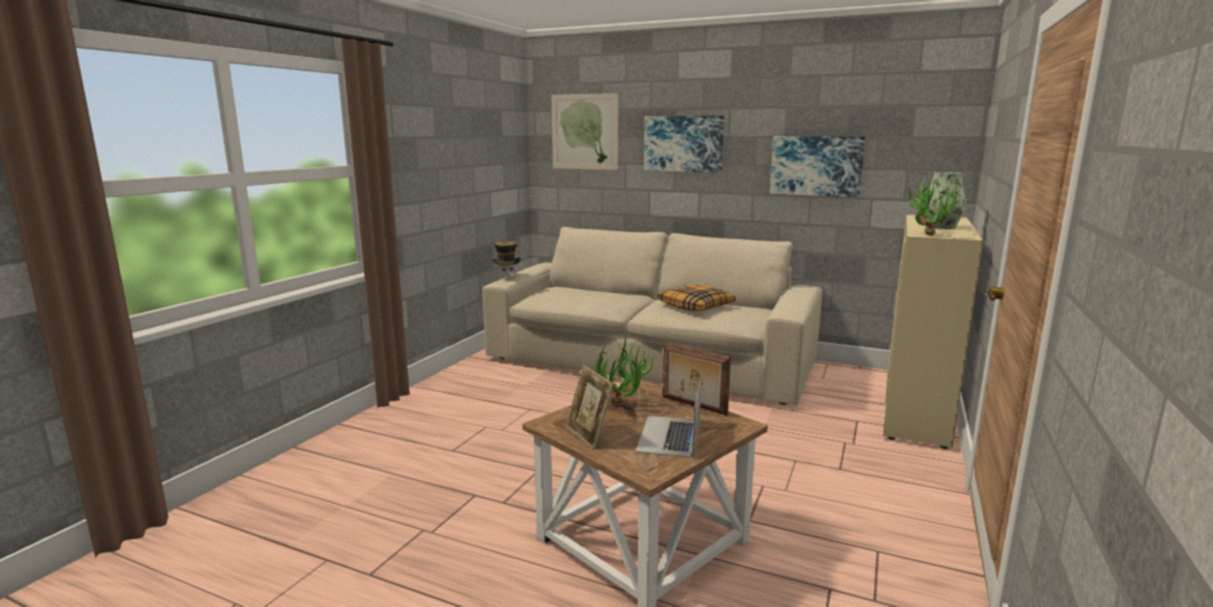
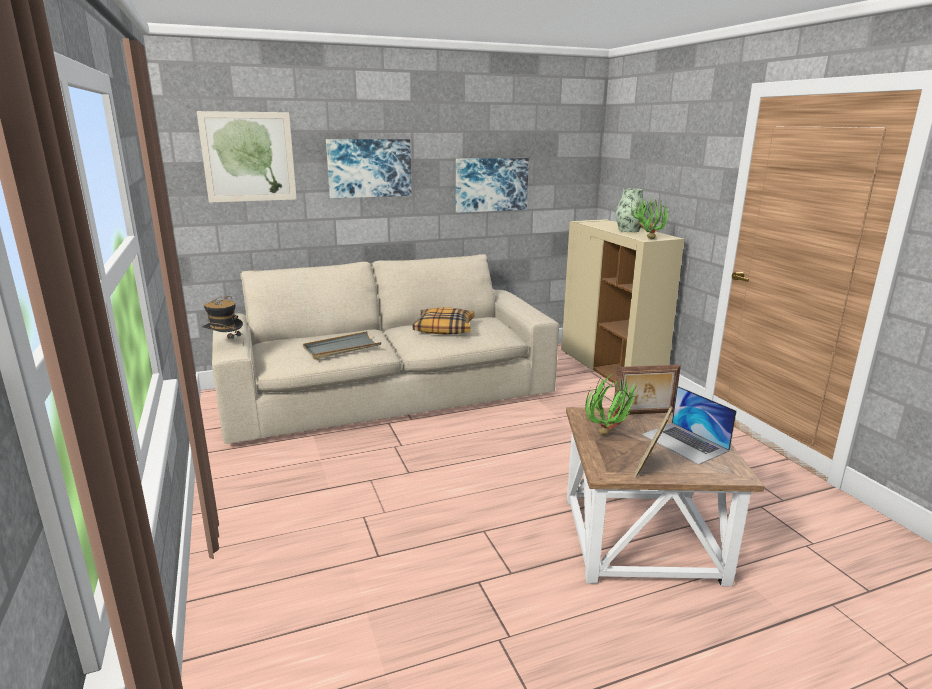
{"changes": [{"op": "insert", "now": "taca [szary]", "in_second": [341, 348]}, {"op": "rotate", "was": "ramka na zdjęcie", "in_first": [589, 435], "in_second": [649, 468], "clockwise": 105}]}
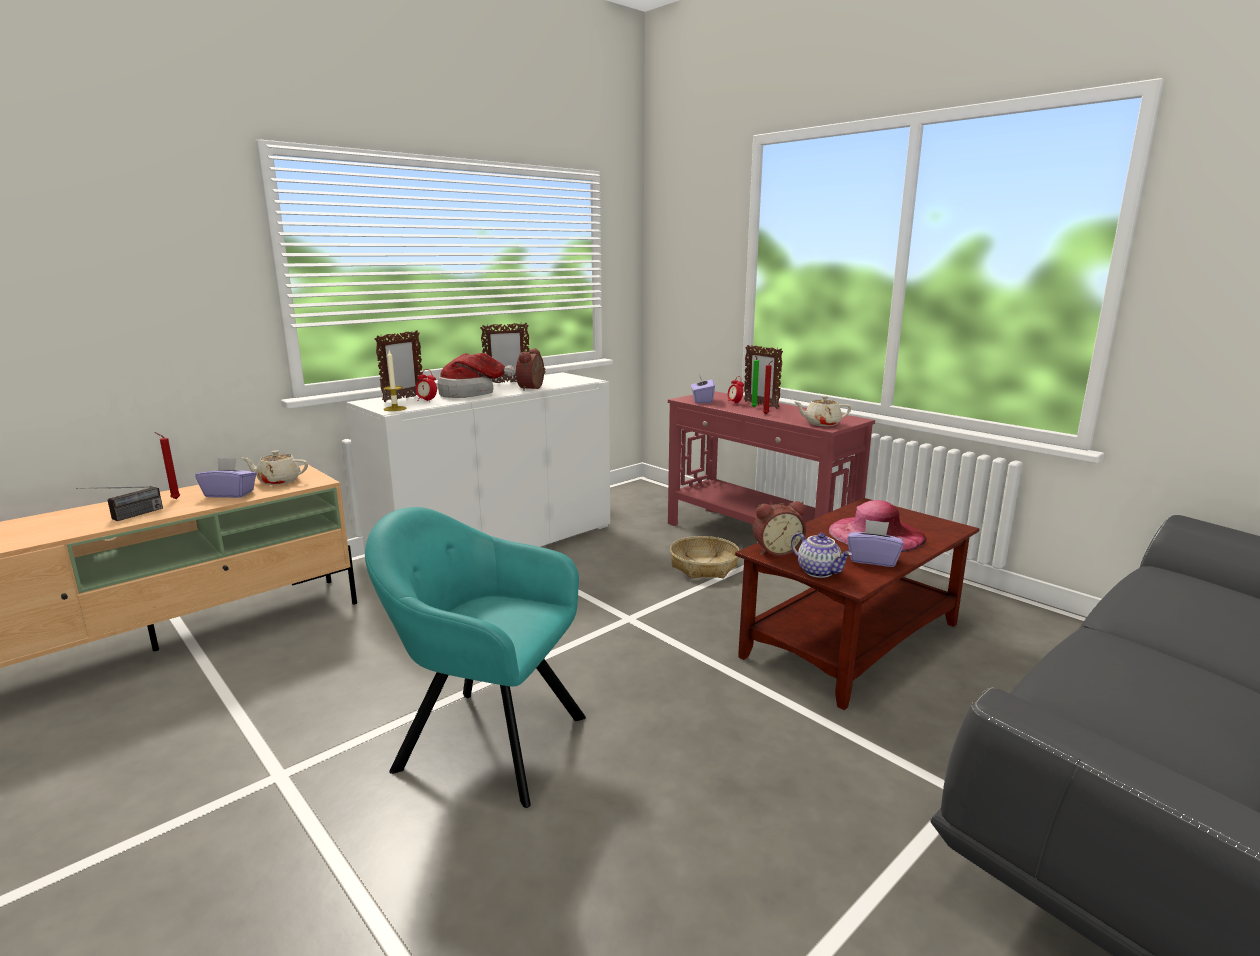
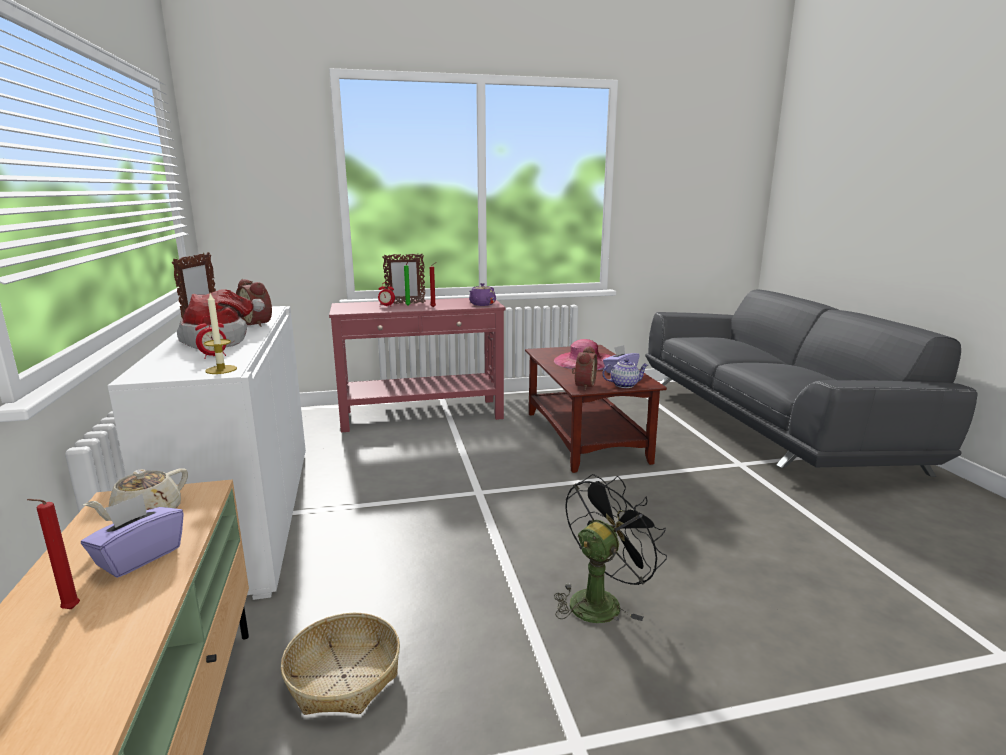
{"changes": [{"op": "move", "was": "koszyk", "in_first": [703, 566], "in_second": [343, 676]}, {"op": "recolor", "was": "imbryk [beżowy]", "now": "imbryk [fioletowy]", "in_first": [821, 423], "in_second": [482, 304]}, {"op": "replace", "was": "fotel [turkusowy]", "now": "wentylator [czarny]", "in_first": [484, 741], "in_second": [600, 600]}, {"op": "delete", "was": "radio", "in_first": [126, 517]}, {"op": "delete", "was": "ramka na zdjęcie", "in_first": [403, 398]}, {"op": "delete", "was": "pudełko chusteczek [fioletowy]", "in_first": [702, 401]}]}
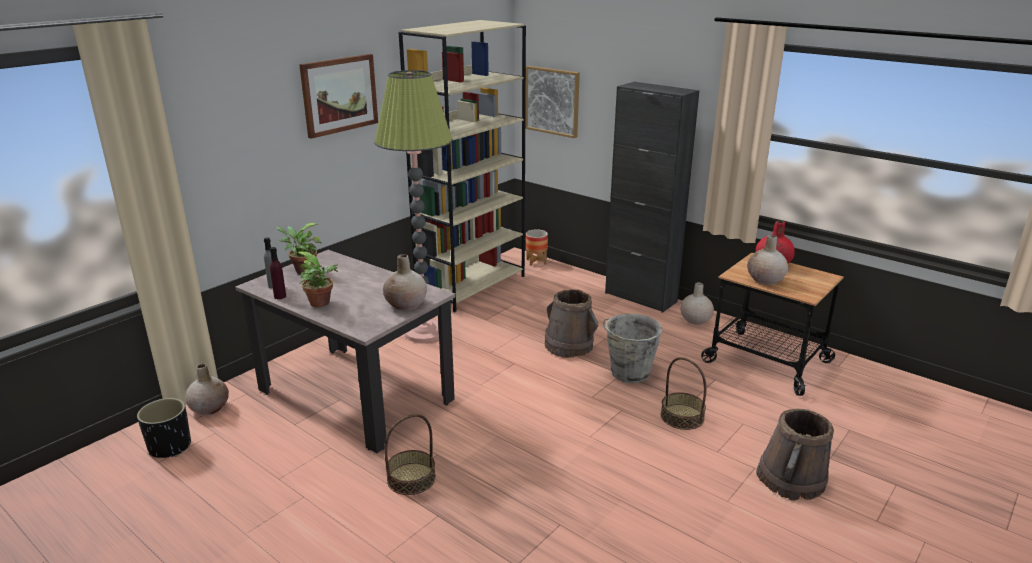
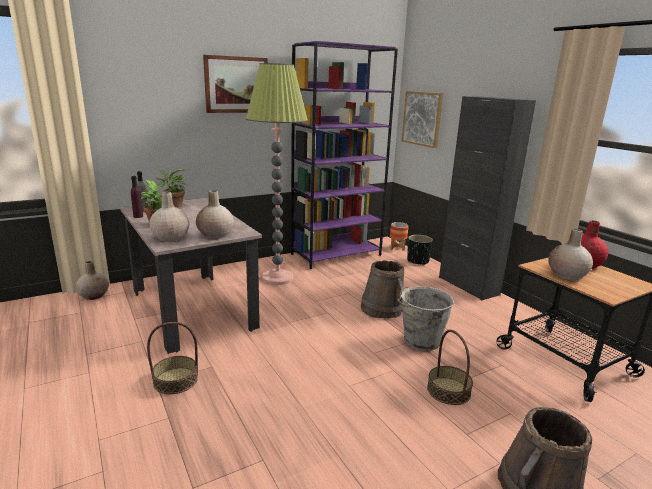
{"changes": [{"op": "move", "was": "wazon [beżowy]", "in_first": [695, 320], "in_second": [170, 238]}, {"op": "recolor", "was": "regał [beżowy]", "now": "regał [fioletowy]", "in_first": [471, 285], "in_second": [336, 254]}, {"op": "move", "was": "donica [czarny]", "in_first": [170, 447], "in_second": [418, 261]}]}
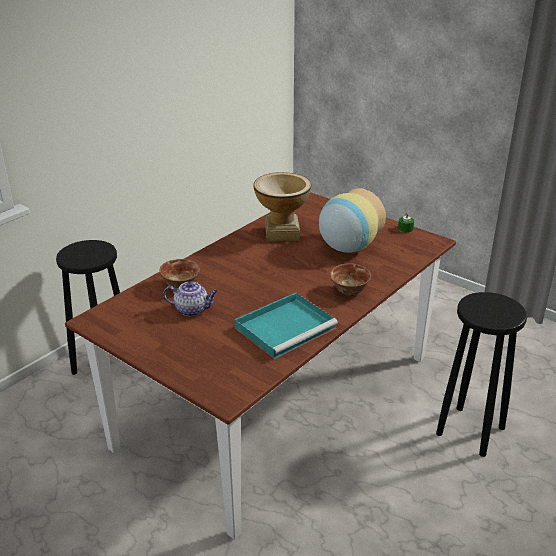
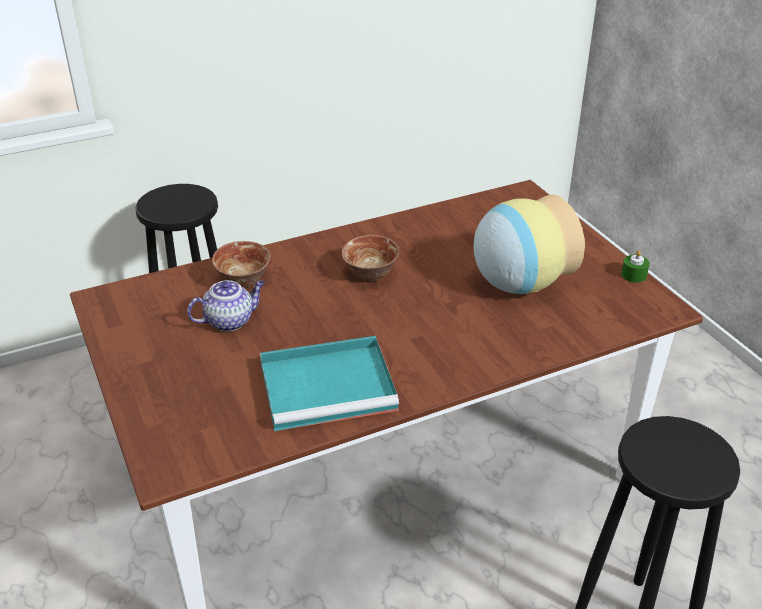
{"changes": [{"op": "rotate", "was": "imbryk", "in_first": [192, 310], "in_second": [230, 320], "clockwise": -60}, {"op": "move", "was": "miska", "in_first": [350, 291], "in_second": [371, 274]}, {"op": "delete", "was": "wazon", "in_first": [282, 233]}]}
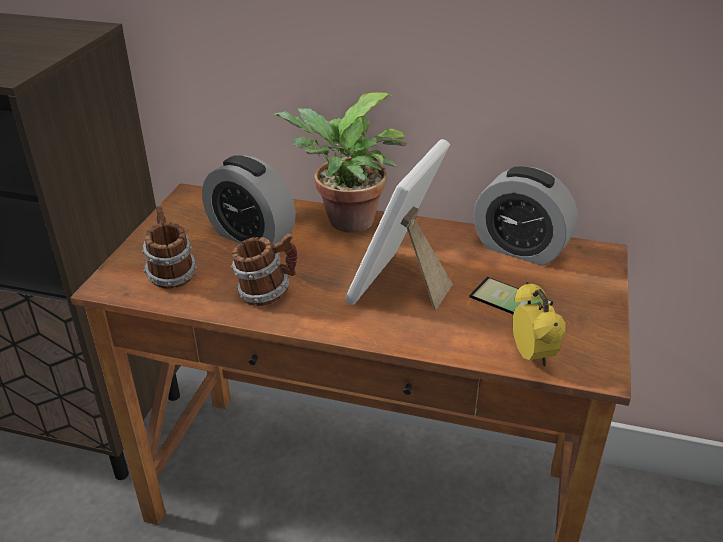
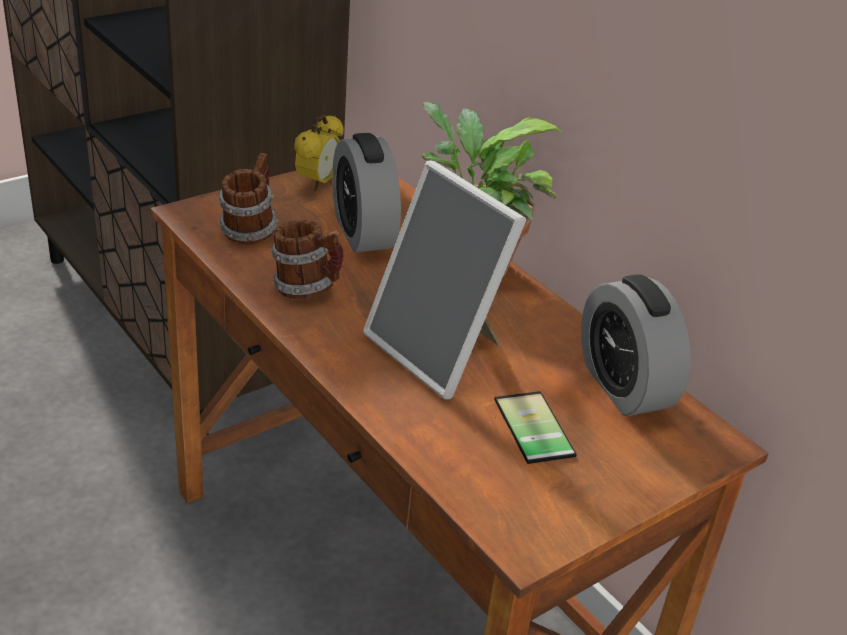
{"changes": [{"op": "move", "was": "budzik", "in_first": [532, 356], "in_second": [318, 183]}, {"op": "rotate", "was": "ramka na zdjęcie", "in_first": [401, 286], "in_second": [439, 351], "clockwise": -105}]}
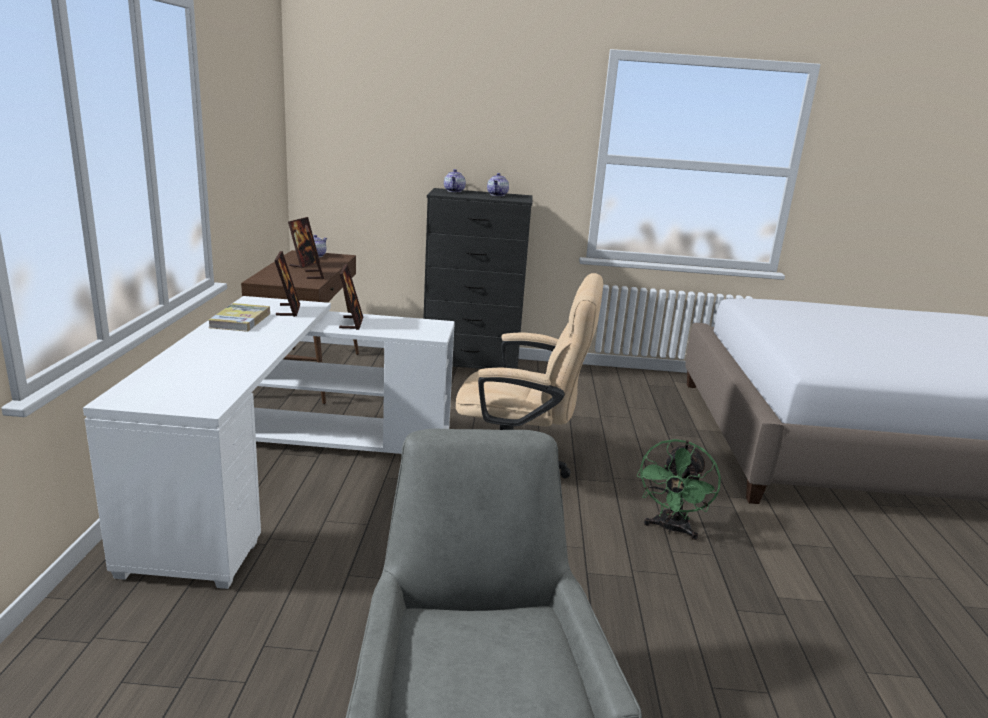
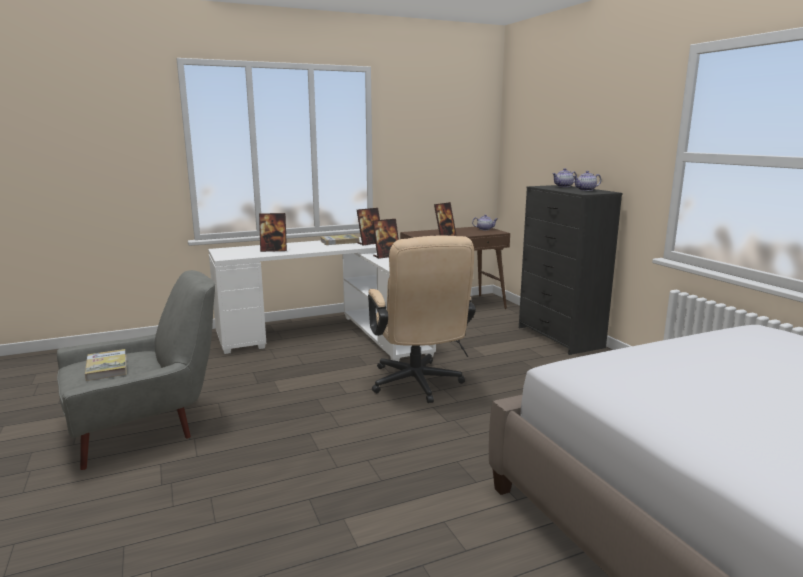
{"changes": [{"op": "insert", "now": "książka", "in_second": [107, 367]}, {"op": "move", "was": "ramka na zdjęcie", "in_first": [304, 264], "in_second": [274, 250]}, {"op": "delete", "was": "wentylator [zielony]", "in_first": [670, 529]}]}
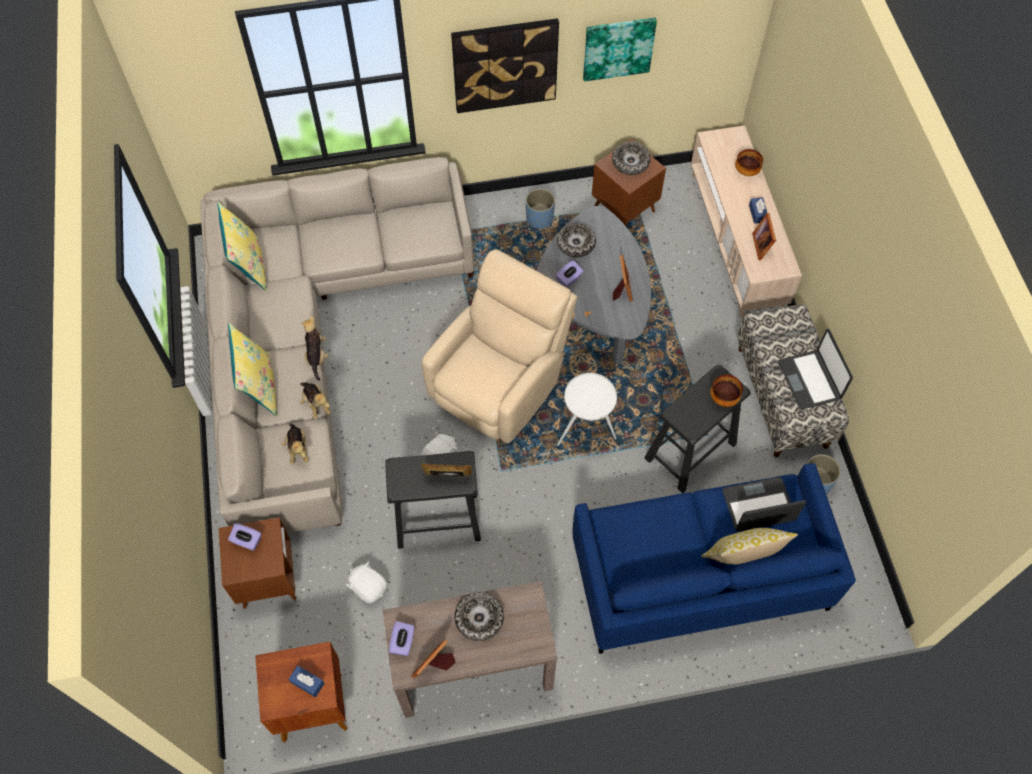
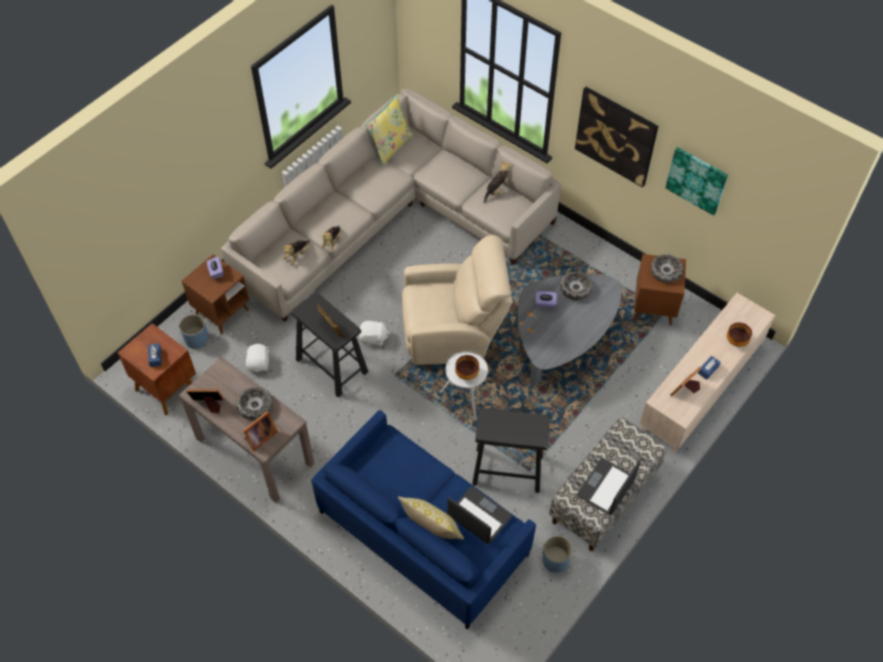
{"changes": [{"op": "move", "was": "donica [niebieski]", "in_first": [539, 219], "in_second": [197, 339]}, {"op": "move", "was": "ramka na zdjęcie", "in_first": [622, 289], "in_second": [259, 437]}, {"op": "move", "was": "miska", "in_first": [724, 398], "in_second": [467, 374]}, {"op": "move", "was": "pluszak", "in_first": [316, 356], "in_second": [497, 190]}, {"op": "delete", "was": "poduszka [żółty]", "in_first": [259, 386]}, {"op": "delete", "was": "pudełko chusteczek [fioletowy]", "in_first": [403, 642]}]}
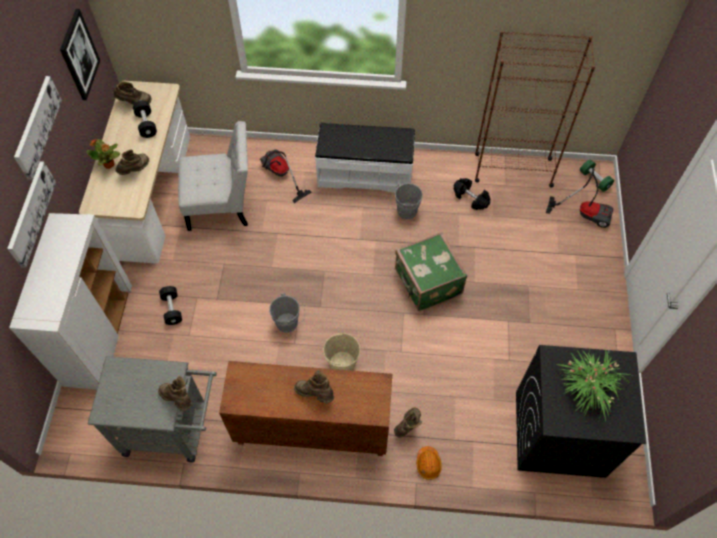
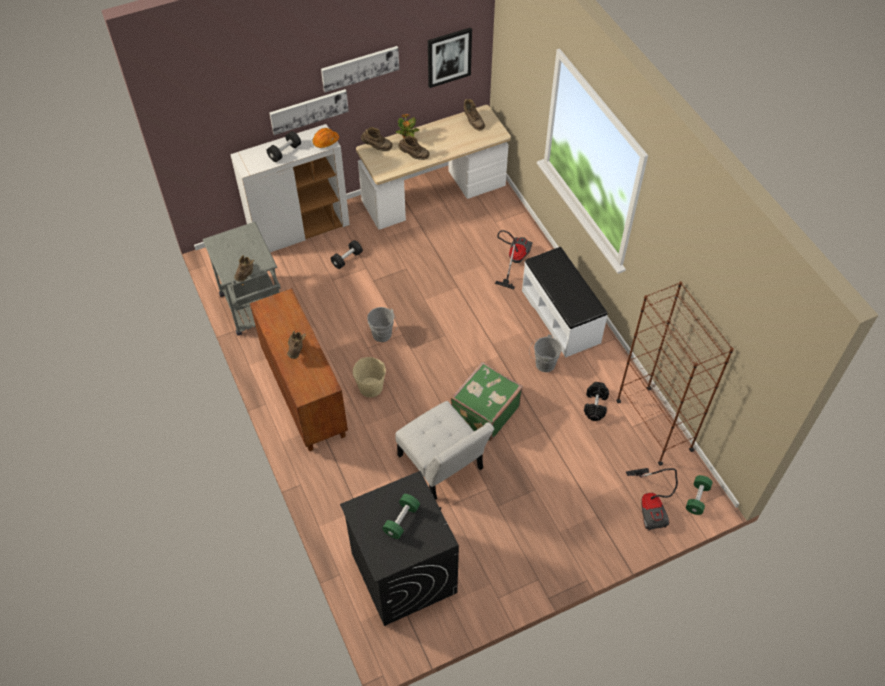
{"changes": [{"op": "move", "was": "hantel [czarny]", "in_first": [146, 124], "in_second": [284, 152]}, {"op": "move", "was": "kask [pomarańczowy]", "in_first": [428, 464], "in_second": [325, 141]}, {"op": "move", "was": "but z cholewką [brązowy]", "in_first": [408, 426], "in_second": [377, 147]}, {"op": "replace", "was": "roślina doniczkowa", "now": "hantel [zielony]", "in_first": [588, 387], "in_second": [401, 520]}, {"op": "move", "was": "krzesło [biały]", "in_first": [222, 205], "in_second": [443, 466]}]}
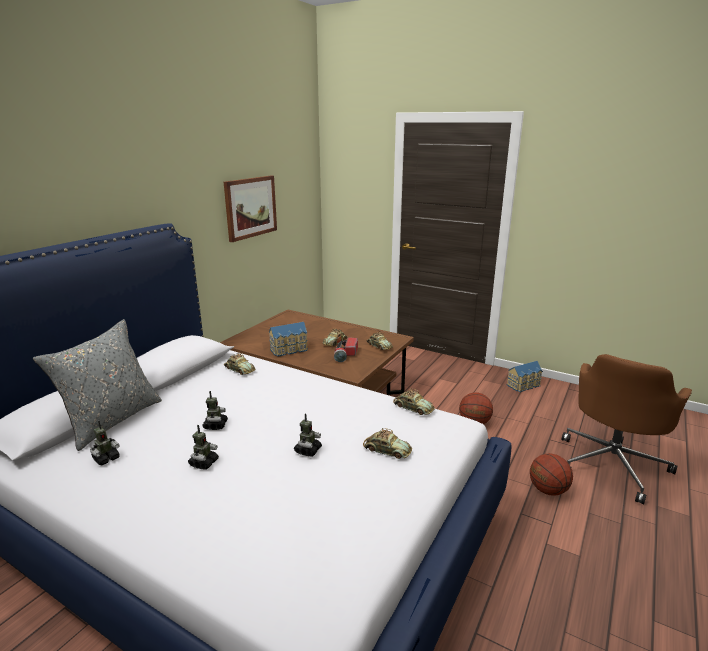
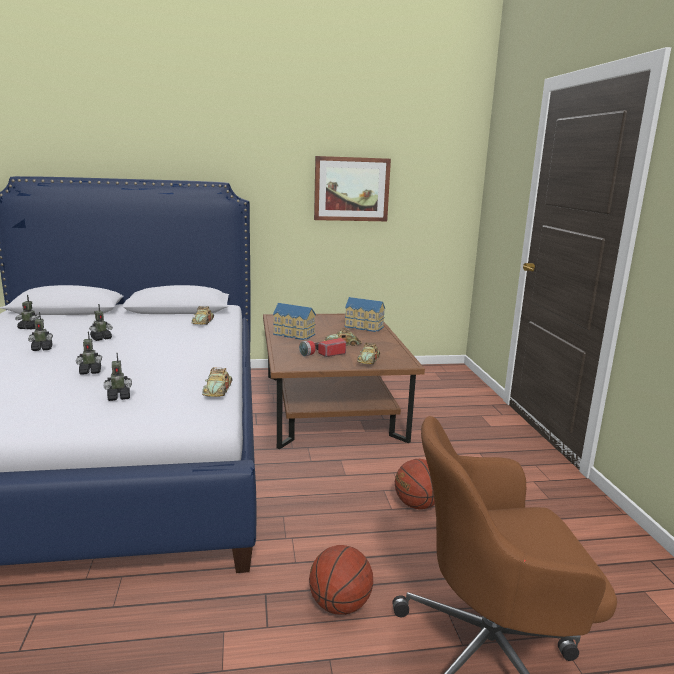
{"changes": [{"op": "replace", "was": "samochodzik", "now": "robot zabawkowy", "in_first": [387, 450], "in_second": [119, 397]}, {"op": "move", "was": "domek", "in_first": [524, 385], "in_second": [363, 327]}, {"op": "delete", "was": "poduszka [szary]", "in_first": [111, 420]}]}
